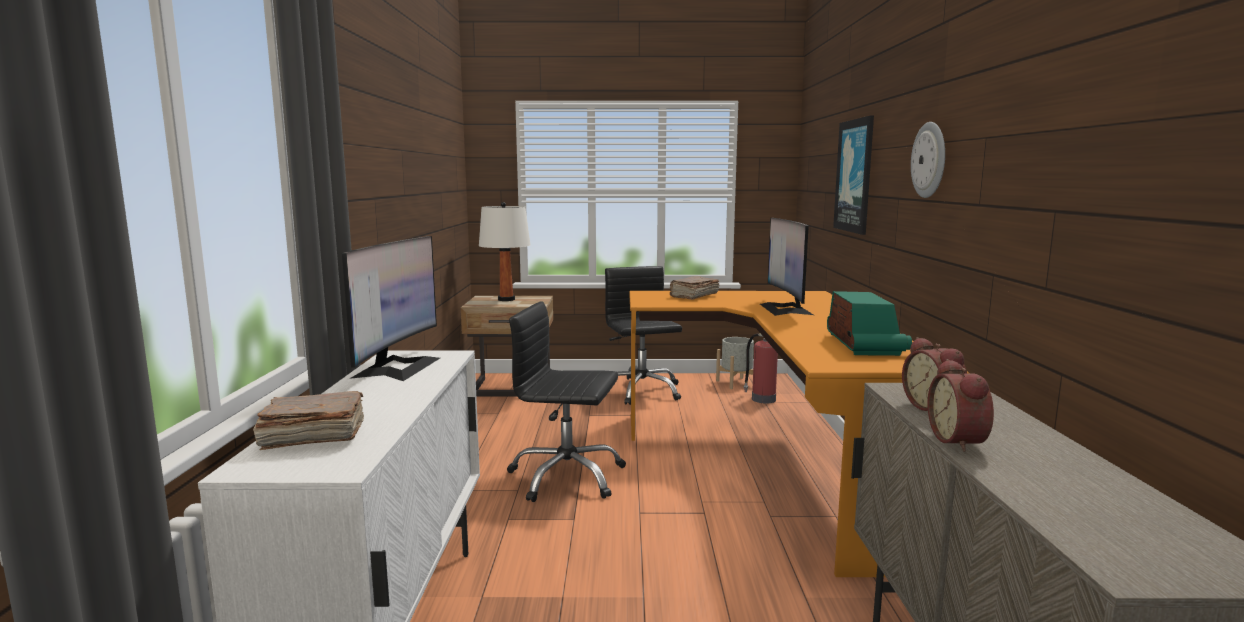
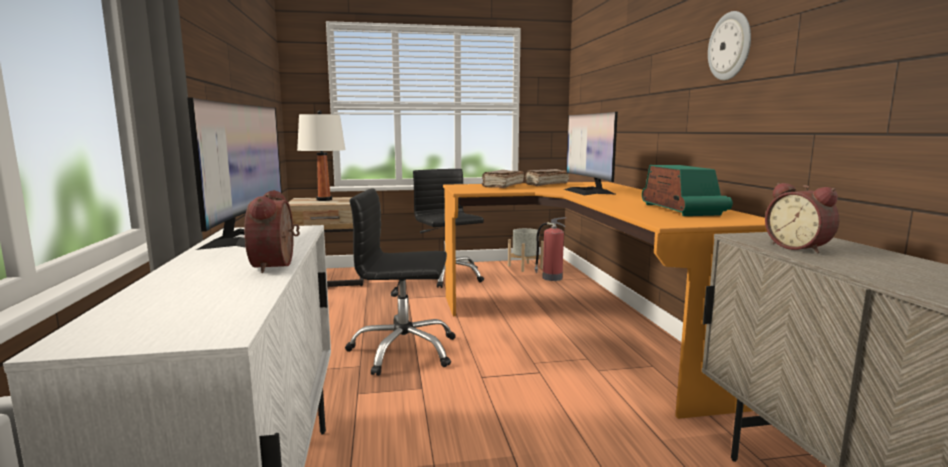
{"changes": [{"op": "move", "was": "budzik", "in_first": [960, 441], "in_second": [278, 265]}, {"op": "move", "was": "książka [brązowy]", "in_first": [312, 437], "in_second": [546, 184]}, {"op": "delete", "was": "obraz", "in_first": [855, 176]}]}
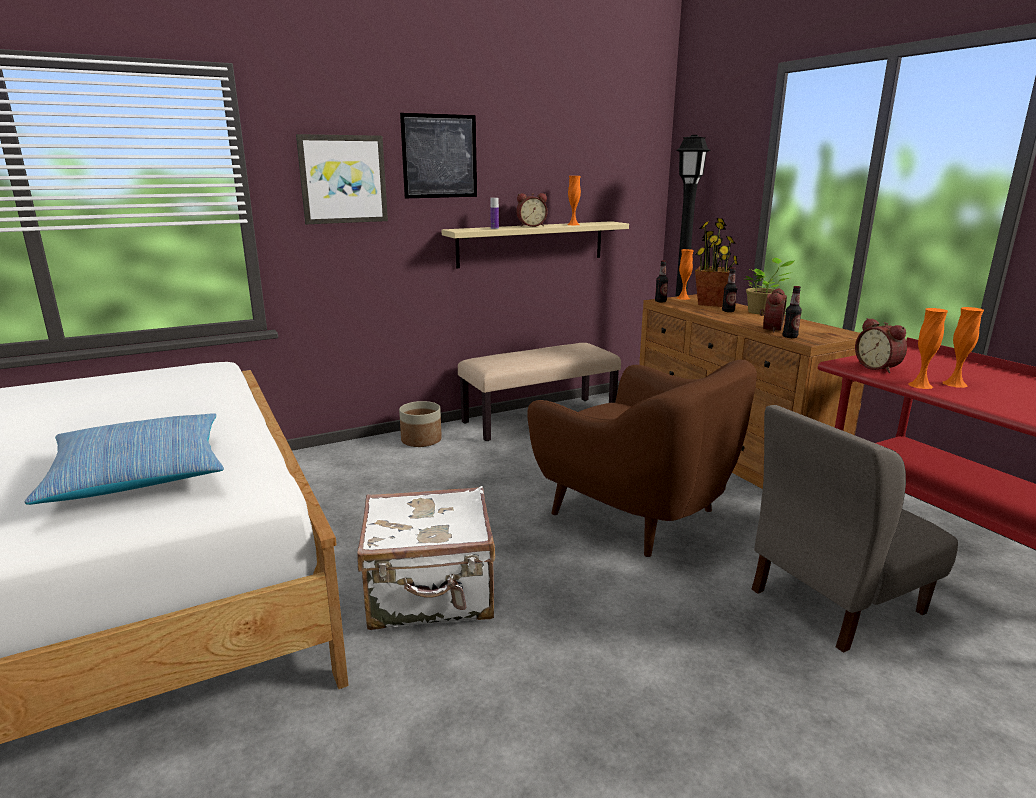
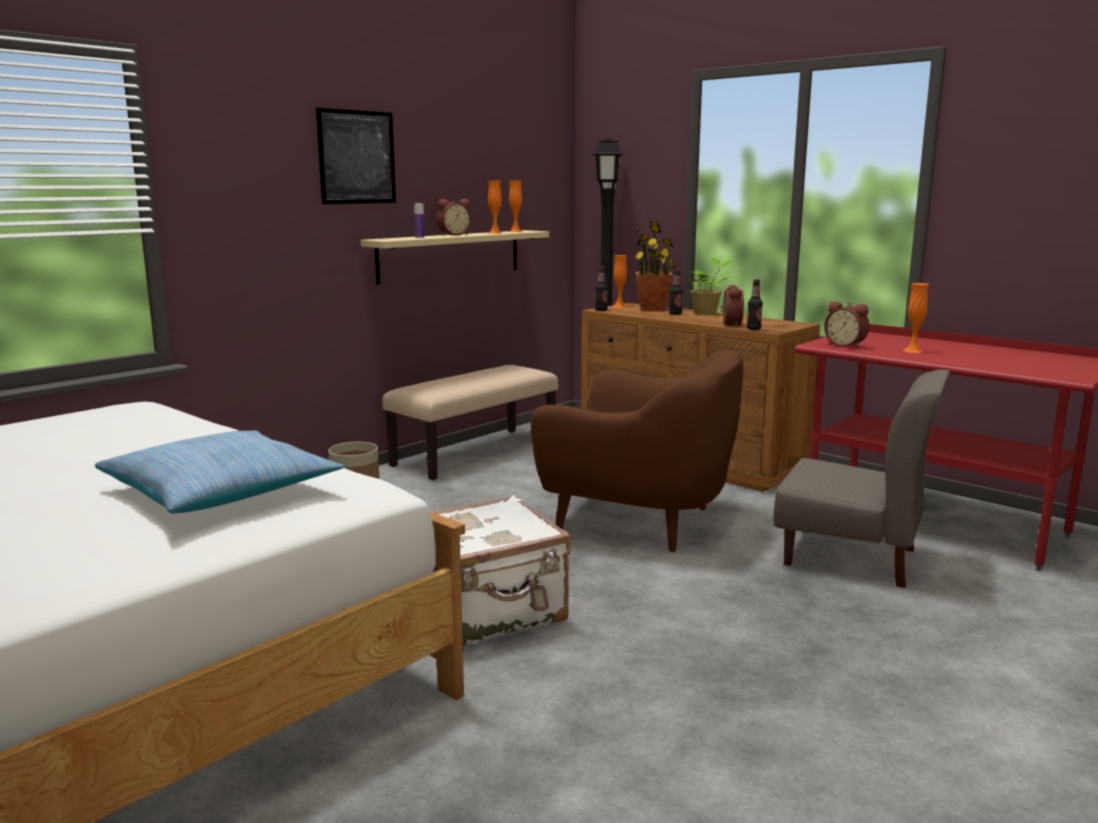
{"changes": [{"op": "move", "was": "wazon [pomarańczowy]", "in_first": [920, 385], "in_second": [515, 231]}, {"op": "rotate", "was": "krzesło [szary]", "in_first": [835, 600], "in_second": [851, 557], "clockwise": -105}, {"op": "delete", "was": "obraz", "in_first": [343, 179]}]}
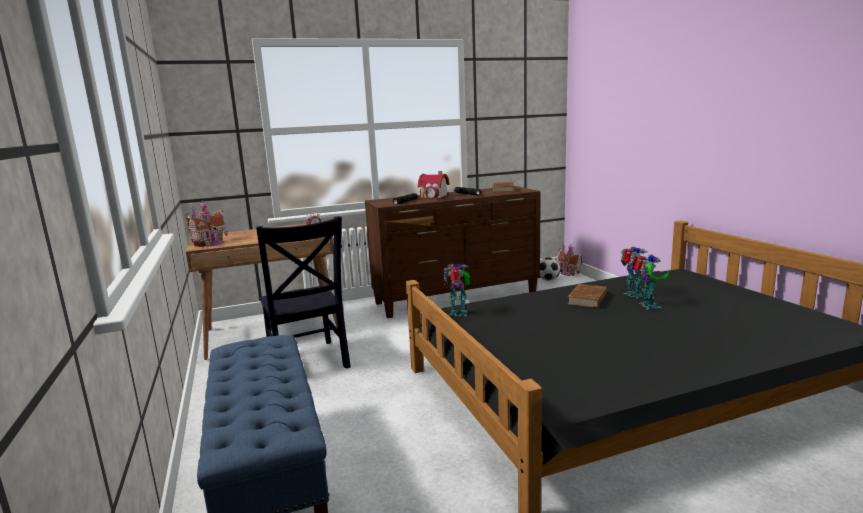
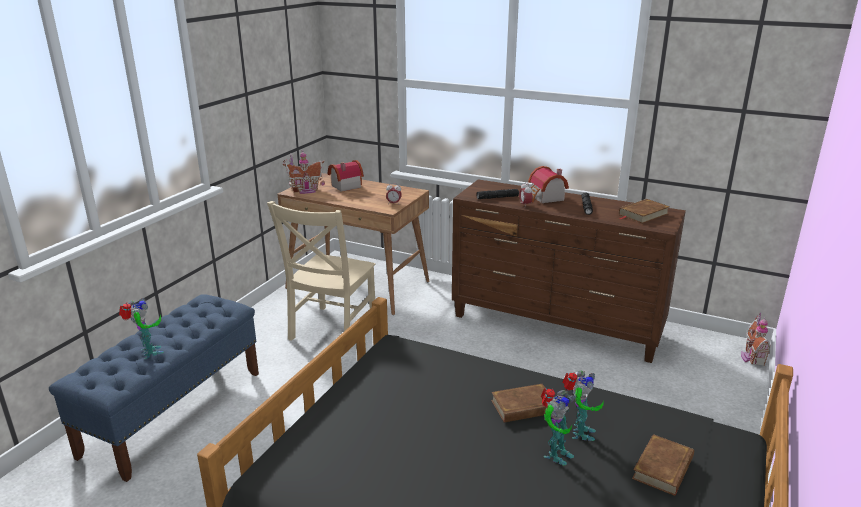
{"changes": [{"op": "move", "was": "robot zabawkowy", "in_first": [459, 314], "in_second": [149, 353]}, {"op": "recolor", "was": "krzesło [czarny]", "now": "krzesło [beżowy]", "in_first": [308, 363], "in_second": [331, 330]}, {"op": "insert", "now": "domek", "in_second": [344, 186]}, {"op": "insert", "now": "książka [brązowy]", "in_second": [663, 468]}, {"op": "delete", "was": "piłka futbolowa", "in_first": [548, 280]}]}
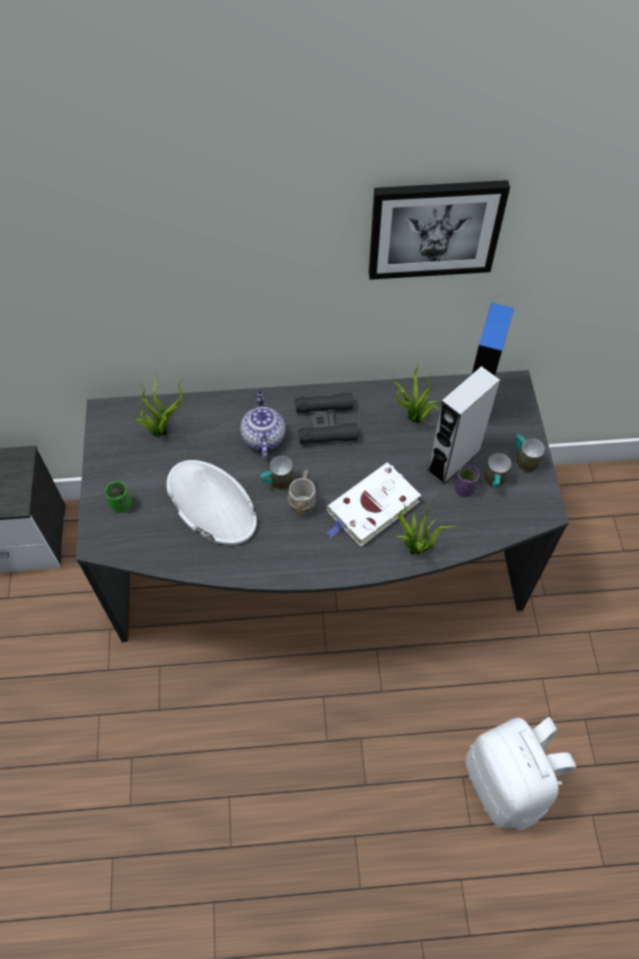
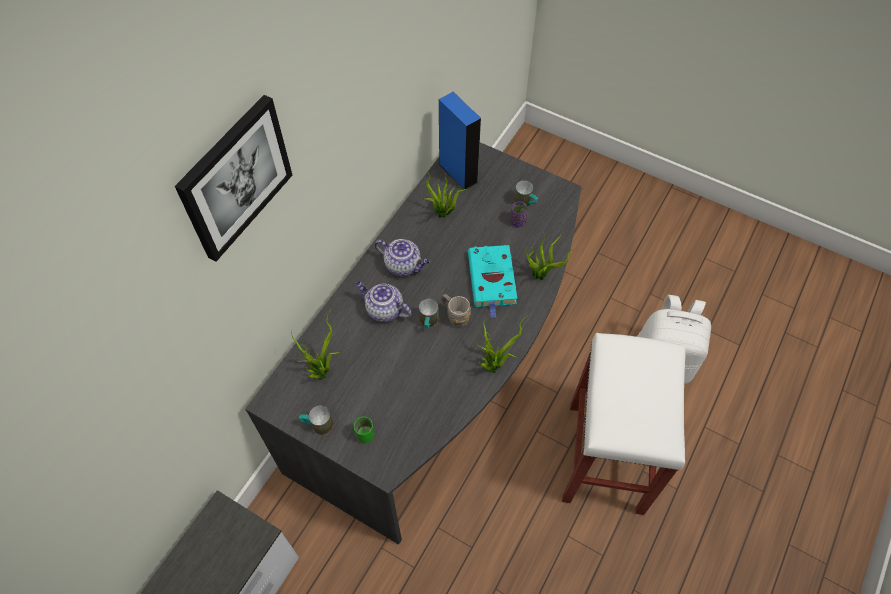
{"changes": [{"op": "move", "was": "obraz", "in_first": [434, 228], "in_second": [235, 178]}, {"op": "move", "was": "kubek", "in_first": [523, 460], "in_second": [318, 425]}, {"op": "replace", "was": "lornetka [czarny]", "now": "imbryk", "in_first": [326, 423], "in_second": [403, 265]}, {"op": "recolor", "was": "książka [biały]", "now": "książka [turkusowy]", "in_first": [371, 508], "in_second": [492, 280]}, {"op": "insert", "now": "roślina doniczkowa", "in_second": [493, 364]}, {"op": "insert", "now": "stołek [biały]", "in_second": [606, 459]}, {"op": "delete", "was": "kapelusz [biały]", "in_first": [210, 503]}, {"op": "delete", "was": "głośnik [szary]", "in_first": [453, 460]}]}
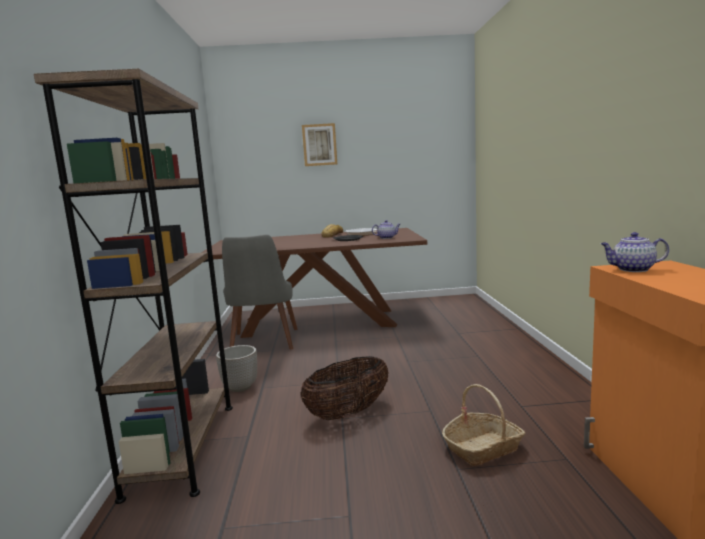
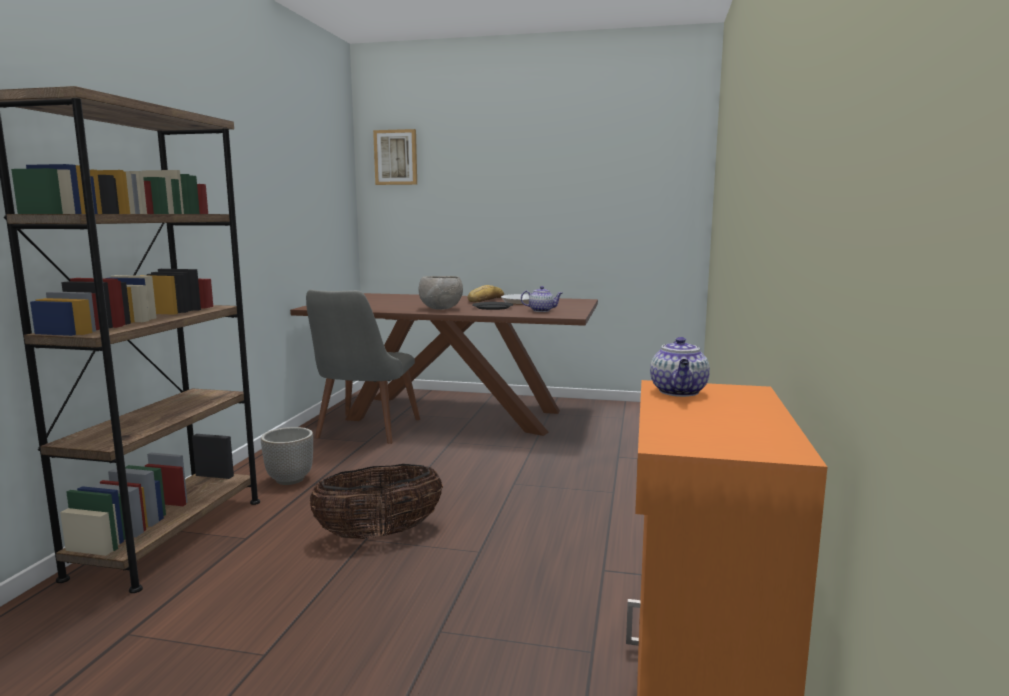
{"changes": [{"op": "move", "was": "obraz", "in_first": [319, 145], "in_second": [396, 157]}, {"op": "insert", "now": "miska [szary]", "in_second": [441, 309]}, {"op": "rotate", "was": "imbryk", "in_first": [632, 269], "in_second": [679, 392], "clockwise": -105}, {"op": "delete", "was": "koszyk", "in_first": [483, 448]}]}
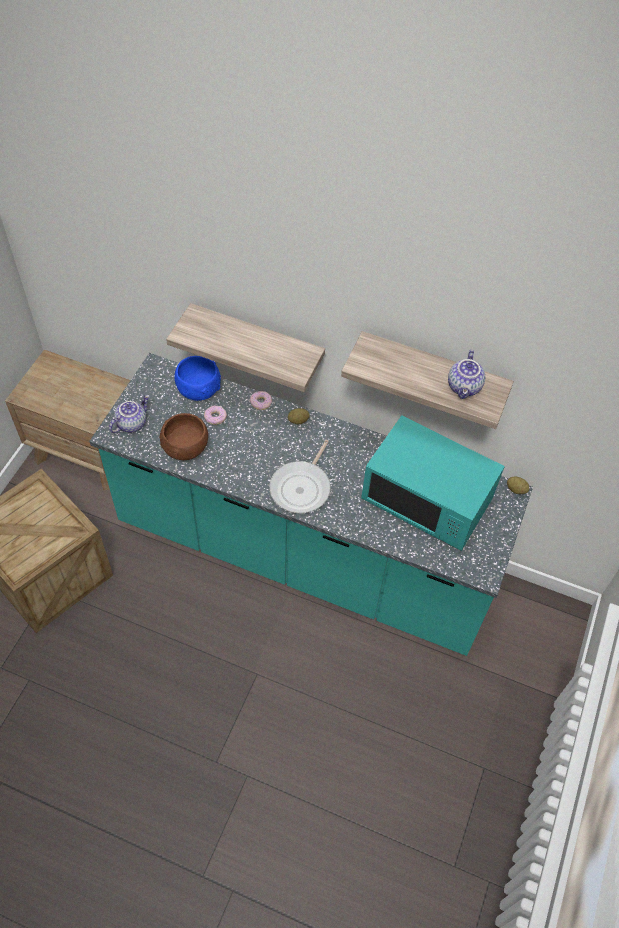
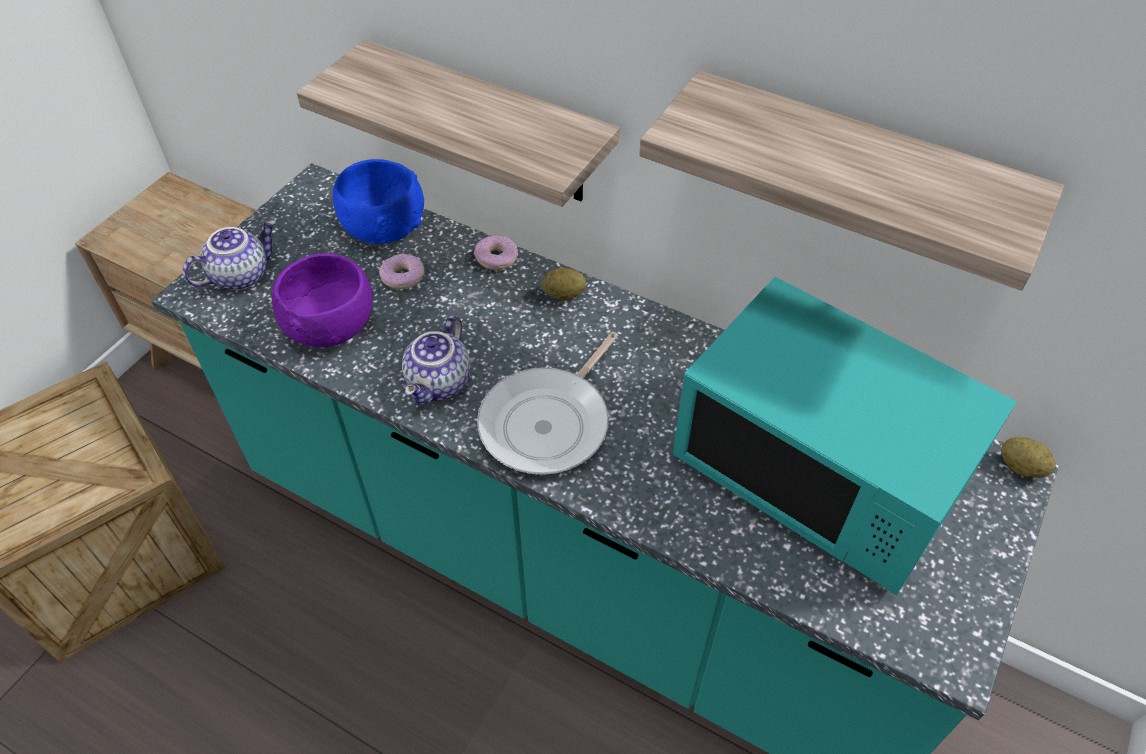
{"changes": [{"op": "recolor", "was": "miska [brązowy]", "now": "miska [fioletowy]", "in_first": [186, 448], "in_second": [331, 327]}, {"op": "move", "was": "imbryk", "in_first": [465, 387], "in_second": [440, 384]}]}
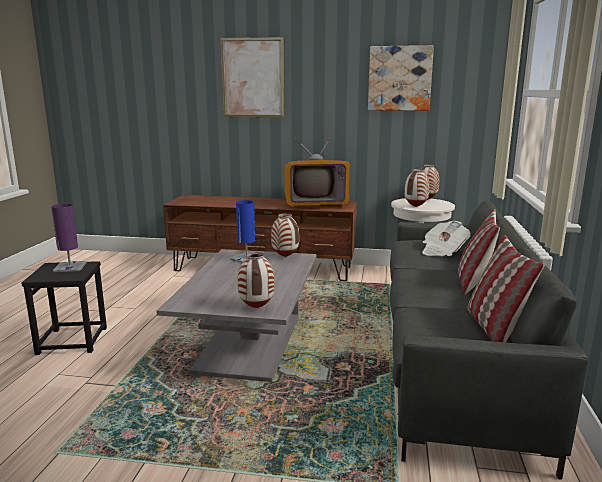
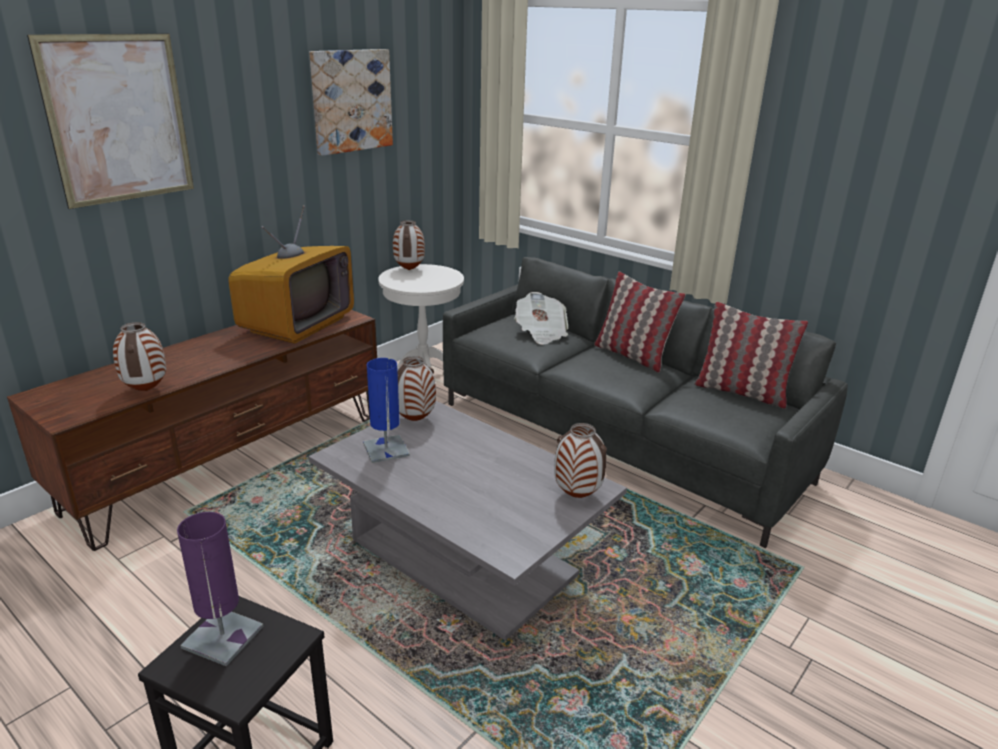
{"changes": [{"op": "move", "was": "wazon", "in_first": [415, 207], "in_second": [146, 390]}]}
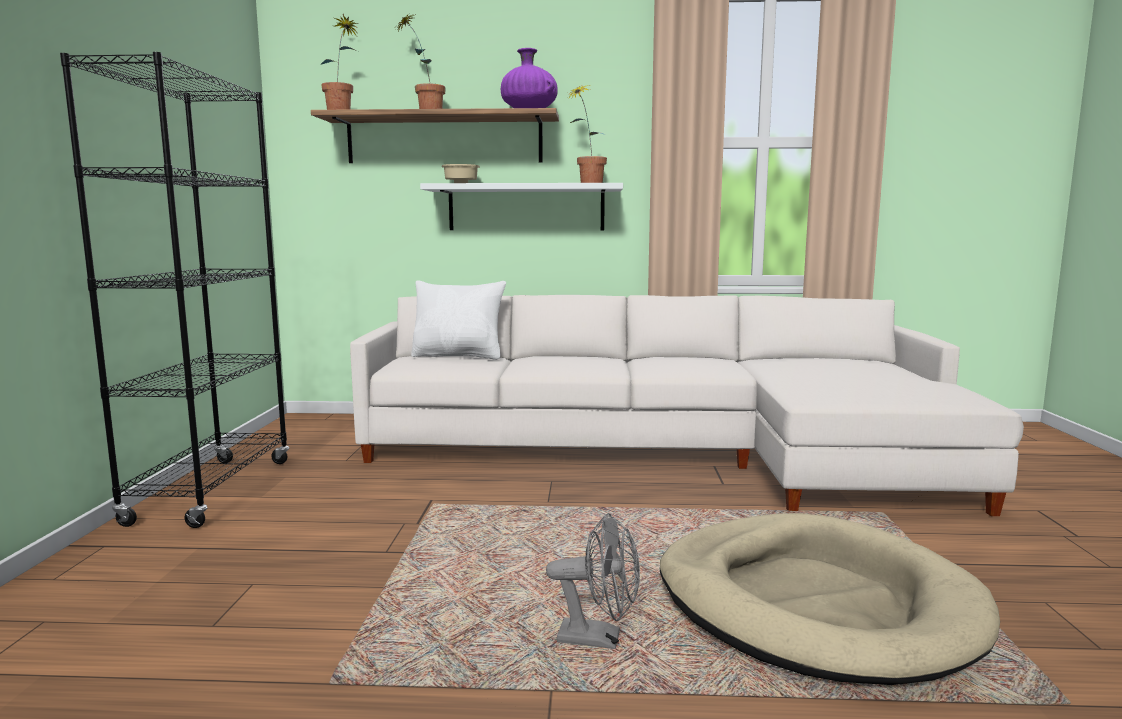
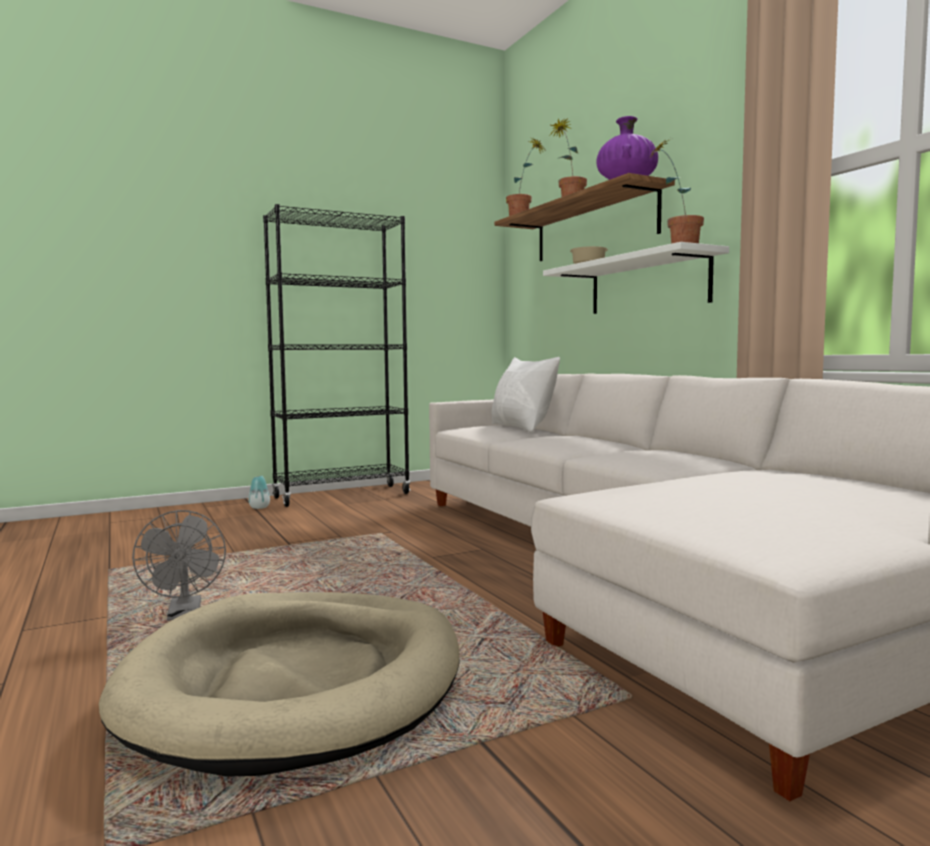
{"changes": [{"op": "insert", "now": "wazon", "in_second": [259, 507]}]}
